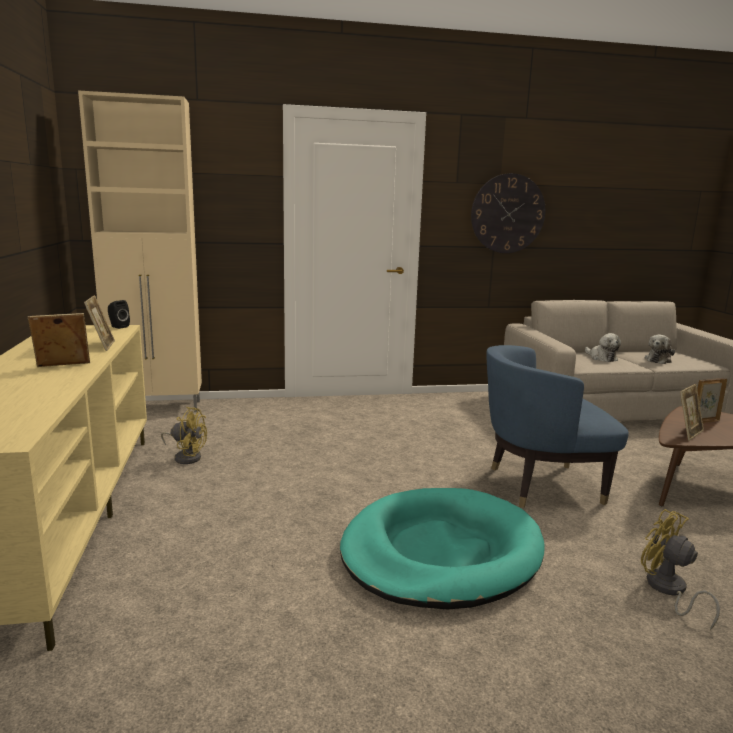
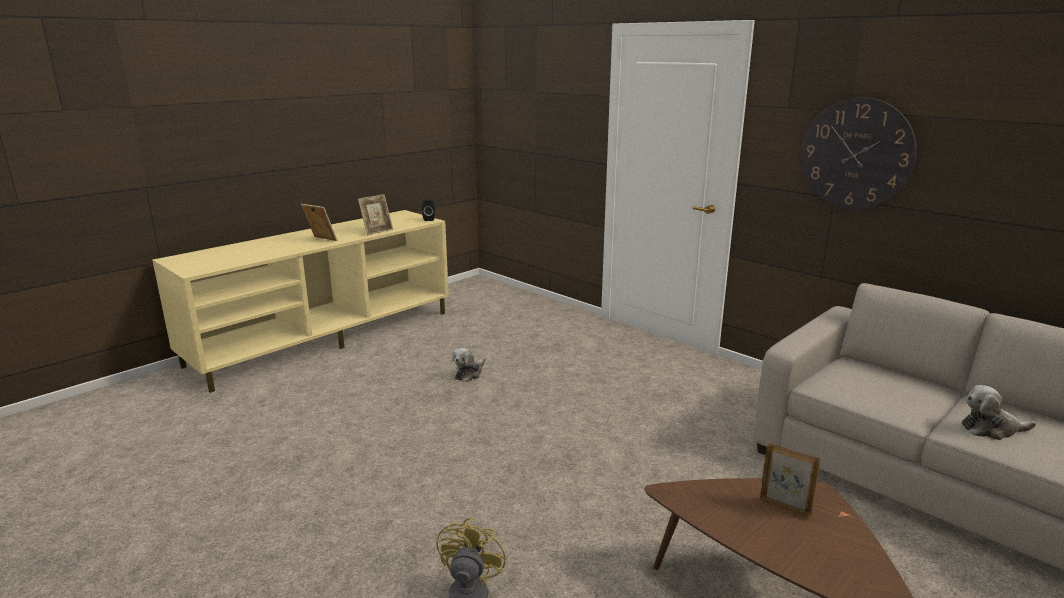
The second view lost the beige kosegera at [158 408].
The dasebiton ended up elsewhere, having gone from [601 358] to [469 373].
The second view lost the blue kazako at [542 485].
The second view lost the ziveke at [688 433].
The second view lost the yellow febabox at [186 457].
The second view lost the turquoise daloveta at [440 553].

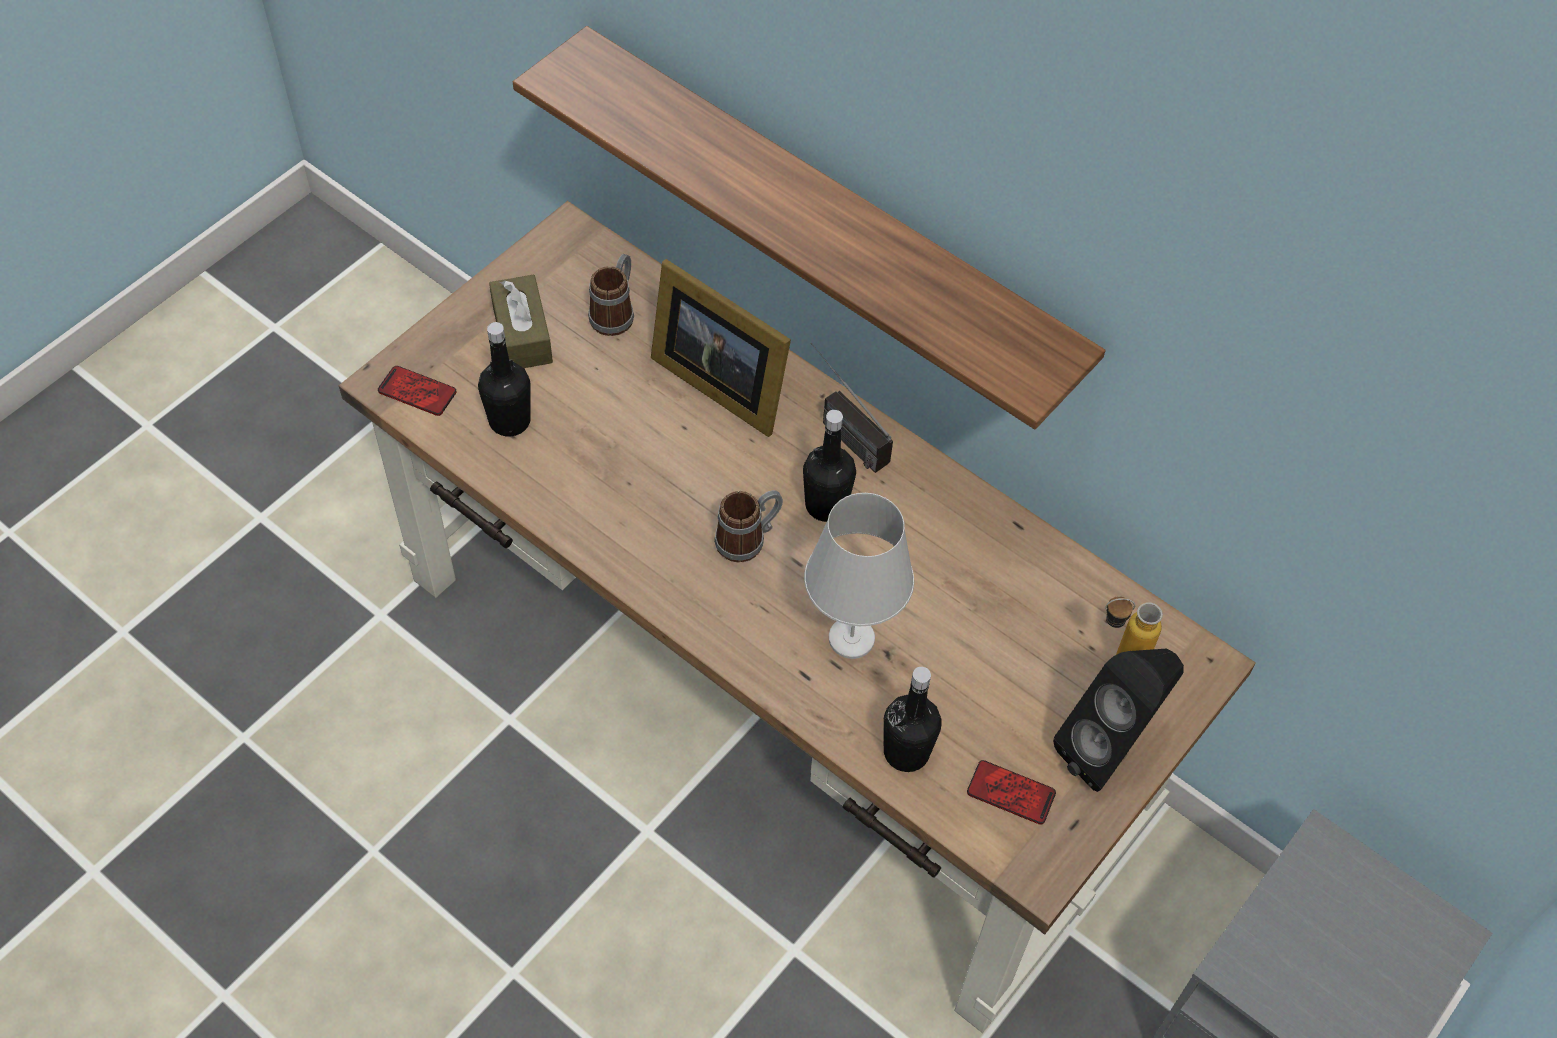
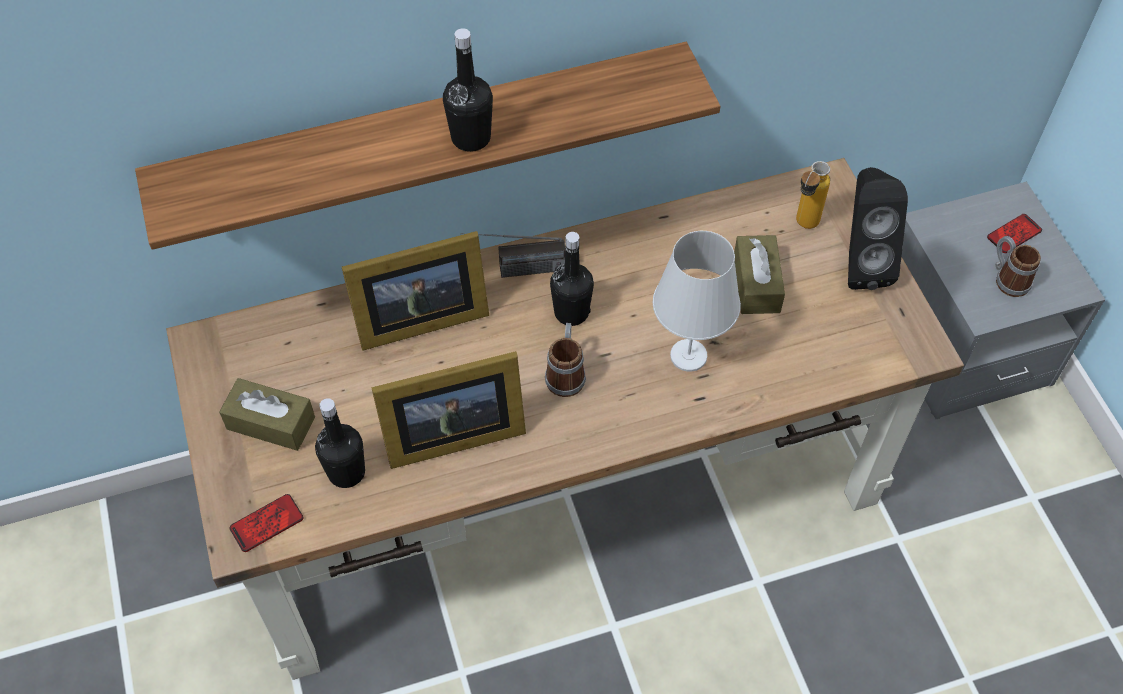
The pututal ended up elsewhere, having gone from [615 312] to [1007 278].
The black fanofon ended up elsewhere, having gone from [906 752] to [471 138].
The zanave ended up elsewhere, having gone from [1011 793] to [1014 234].
The second view gained the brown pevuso at [756 284].
The second view gained the ziveke at [449 435].

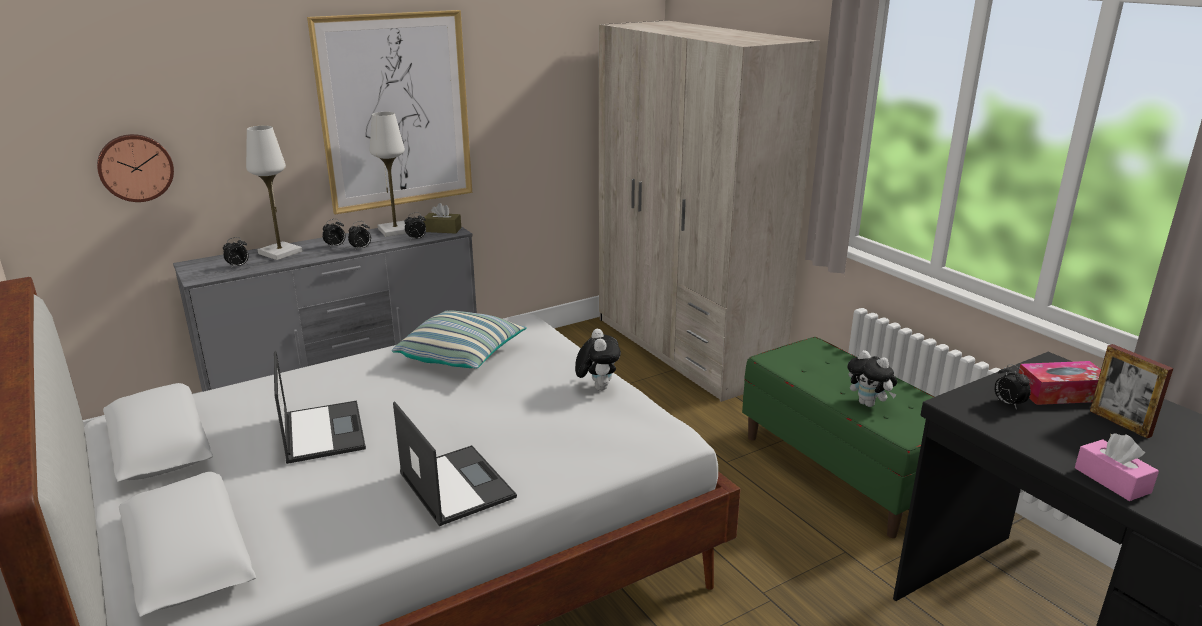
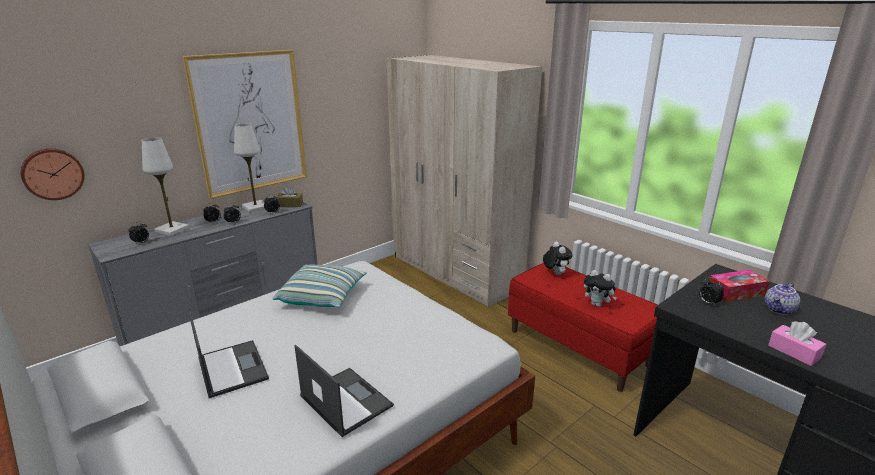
The dasebiton ended up elsewhere, having gone from [597 387] to [555 273].
What was the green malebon at [844 470] turned into the red malebon at [578 347].
Where the ziveke stood at [1120 423], the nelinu came to stand at [779 310].

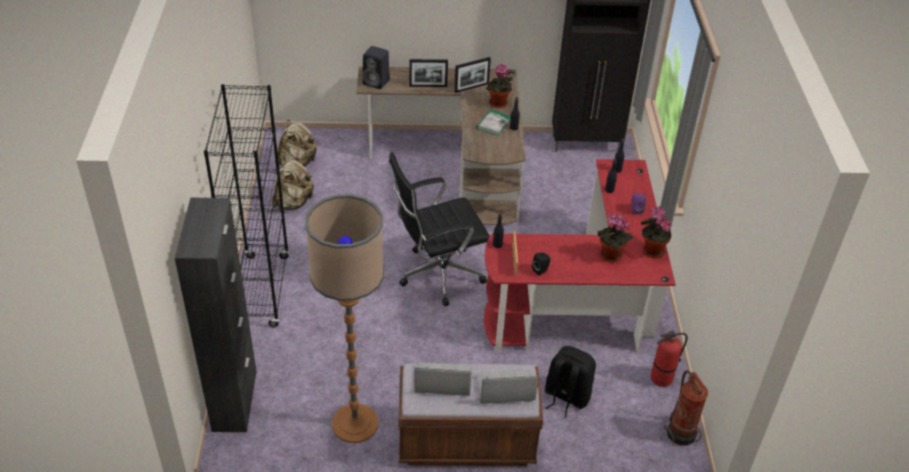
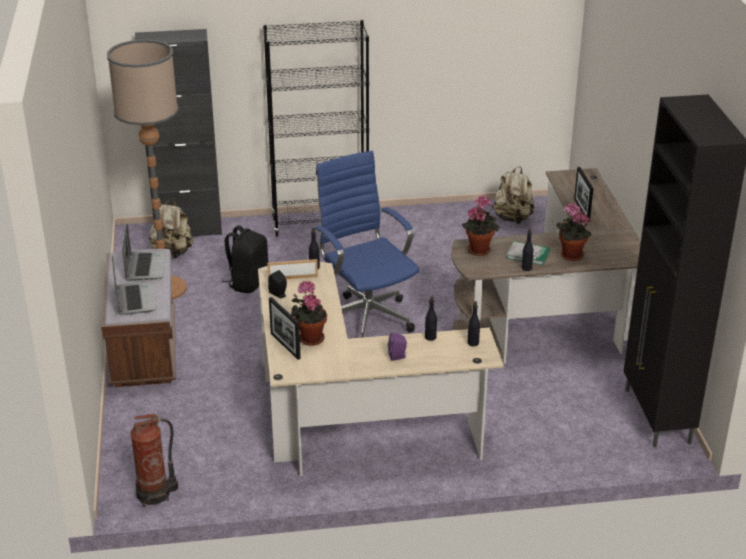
The second view lost the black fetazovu at [377 82].
The ziveke ended up elsewhere, having gone from [471 87] to [285 346].
What was the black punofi at [437 275] turned into the blue punofi at [366 317].
The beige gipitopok ended up elsewhere, having gone from [293 202] to [173 252].
What was the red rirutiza at [585 303] turned into the beige rirutiza at [345 420].
The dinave ended up elsewhere, having gone from [651 250] to [479 249].
The second view lost the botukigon at [661 378].
The black gipitopok ended up elsewhere, having gone from [566 396] to [248 283].

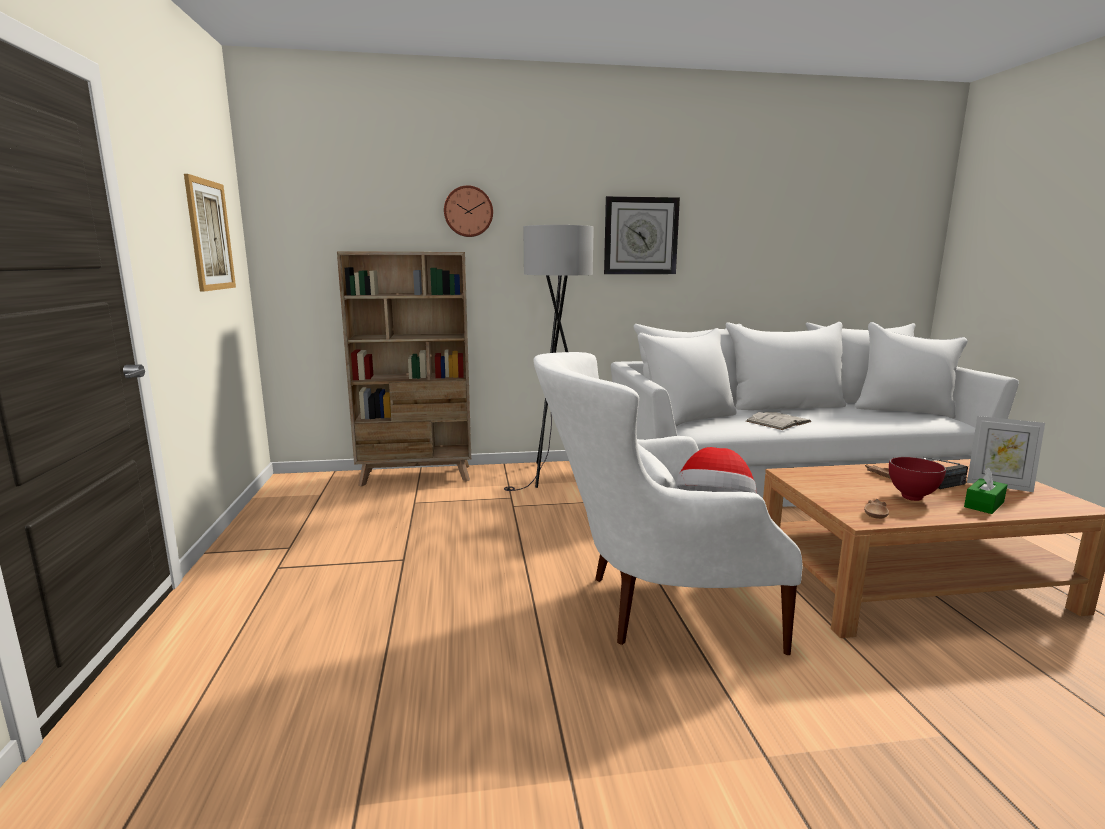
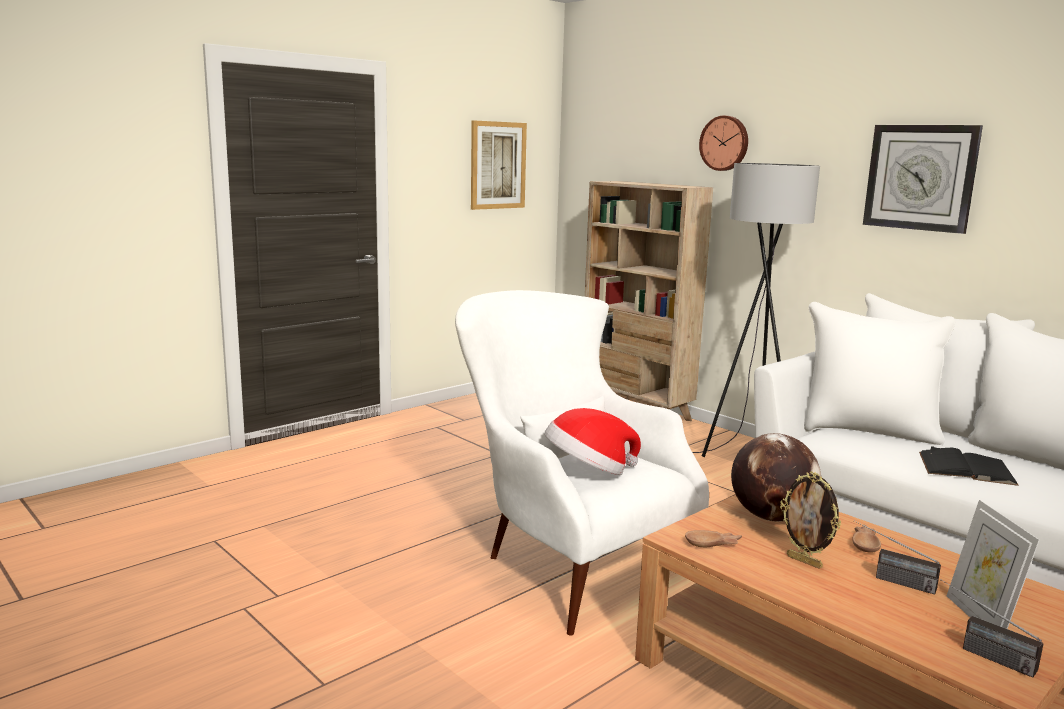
What was the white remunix at [778 421] turned into the black remunix at [966 468].
Where the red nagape stood at [912 497], the ziveke came to stand at [805 561].
The second view lost the green pevuso at [984 504].
The second view gained the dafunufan at [771 517].
The second view gained the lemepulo at [980 652].

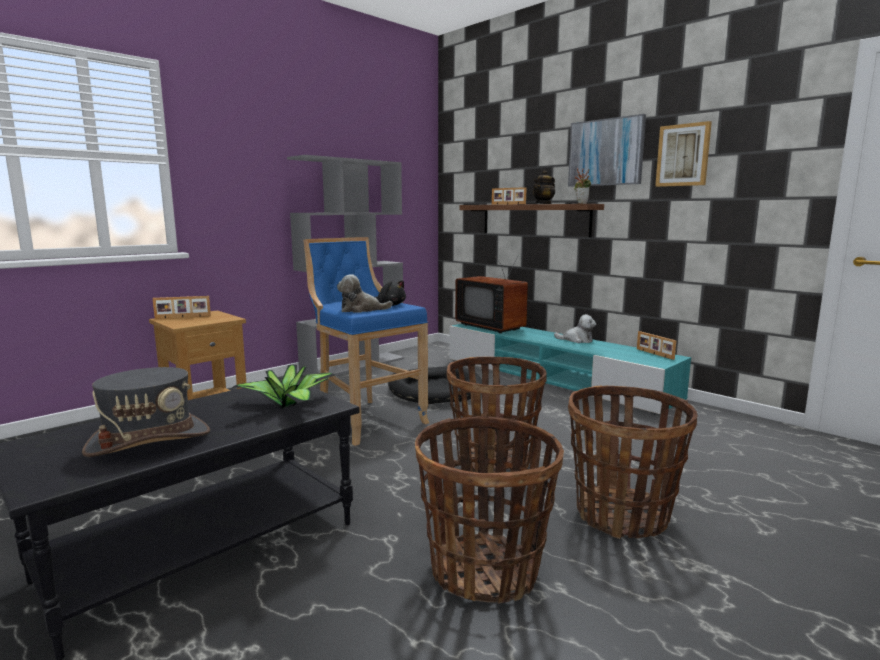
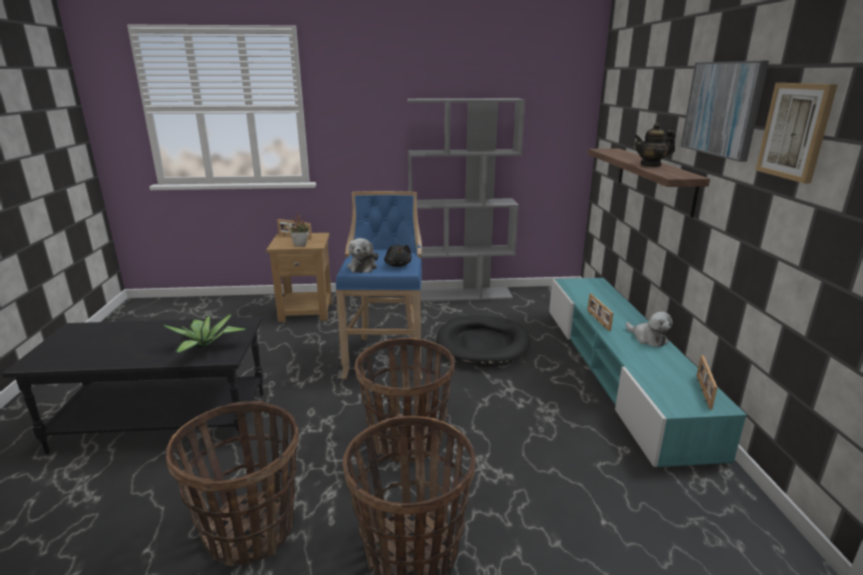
The dinave ended up elsewhere, having gone from [581 203] to [301 245].
The ziveke ended up elsewhere, having gone from [508 204] to [597 320].
The second view lost the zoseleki at [493 326].
The dasebiton at [361 310] ended up facing another way, 120 degrees counterclockwise from before.
The second view lost the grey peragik at [149 440].

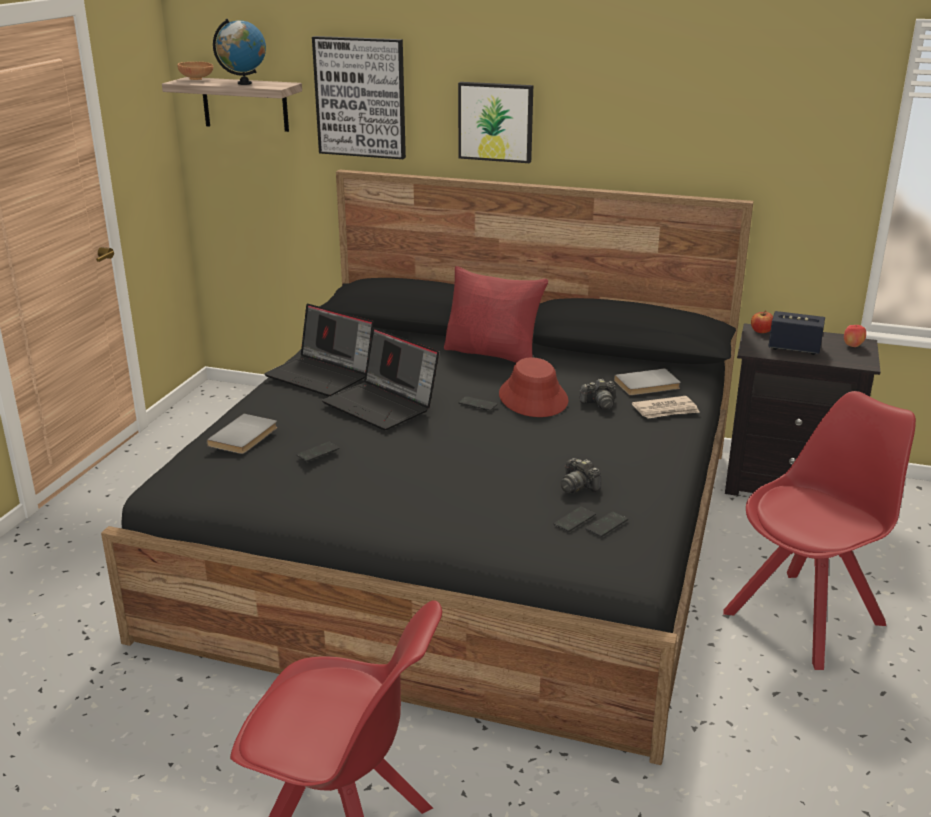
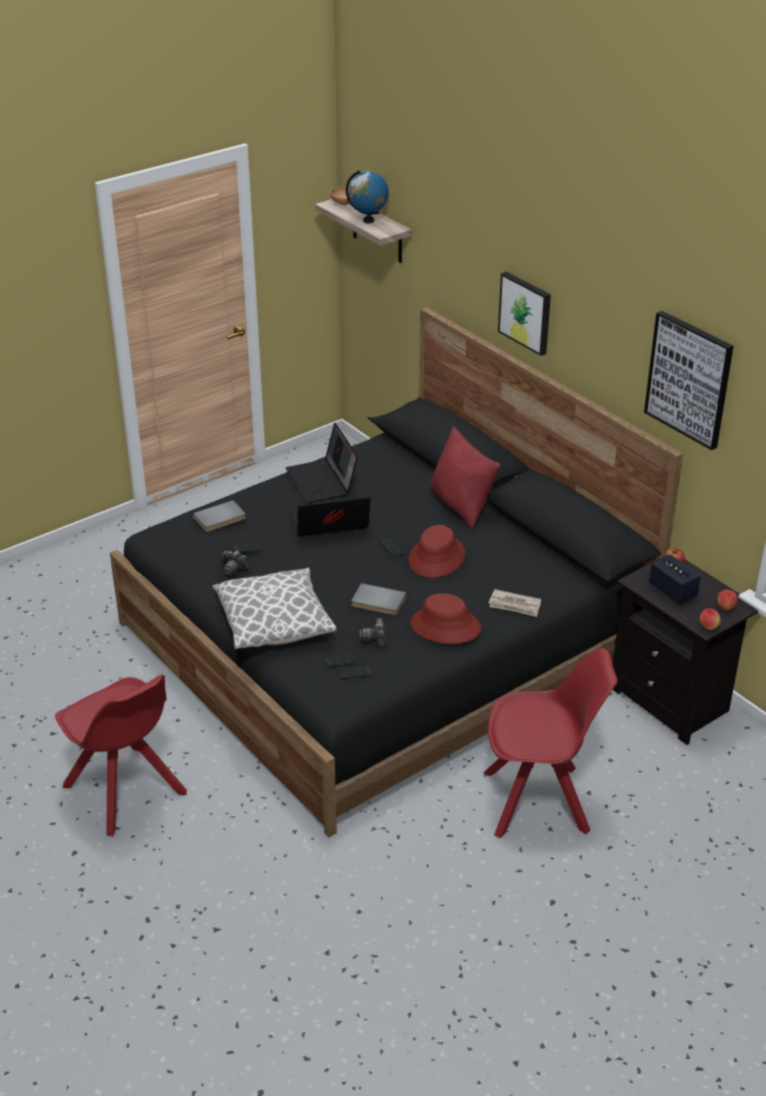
The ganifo ended up elsewhere, having gone from [360 97] to [689 379].
The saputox at [382 405] ended up facing another way, 90 degrees clockwise from before.
The grey remunix ended up elsewhere, having gone from [648 385] to [378 602].
The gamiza ended up elsewhere, having gone from [599 404] to [233 569].
The second view gained the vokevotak at [274 624].
The second view gained the red peragik at [445 626].
The second view gained the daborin at [708 627].

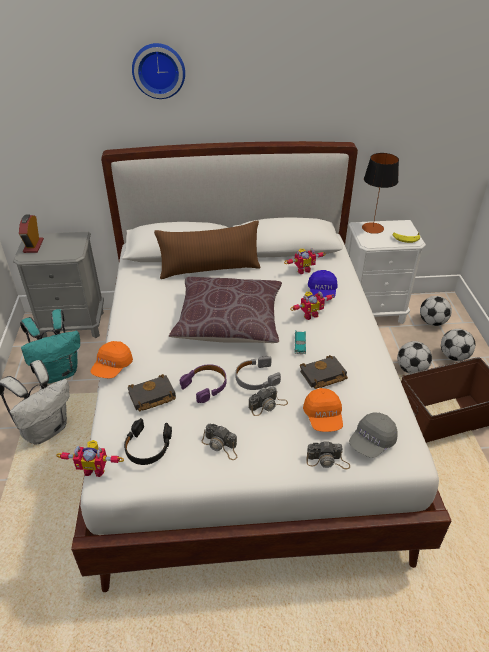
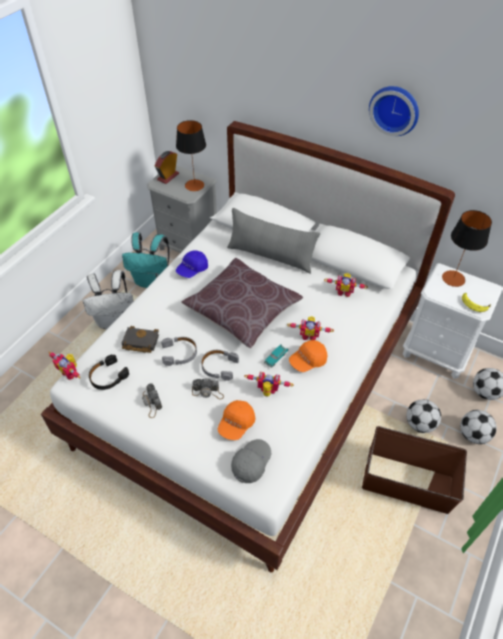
The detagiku ended up elsewhere, having gone from [158 70] to [395 109].
What was the brown vokevotak at [210 269] turned into the grey vokevotak at [271 256].
The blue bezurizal ended up elsewhere, having gone from [322 292] to [192 269].
The orange bezurizal ended up elsewhere, having gone from [112 367] to [308 361].
Where the black remunix stood at [322 376], the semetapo came to stand at [267 392].
What was the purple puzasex at [206 386] turned into the grey puzasex at [179 353].
The grey bezurizal at [371 442] ended up facing another way, 135 degrees clockwise from before.
The second view lost the gamiza at [327 461].
The second view gained the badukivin at [194 185].

